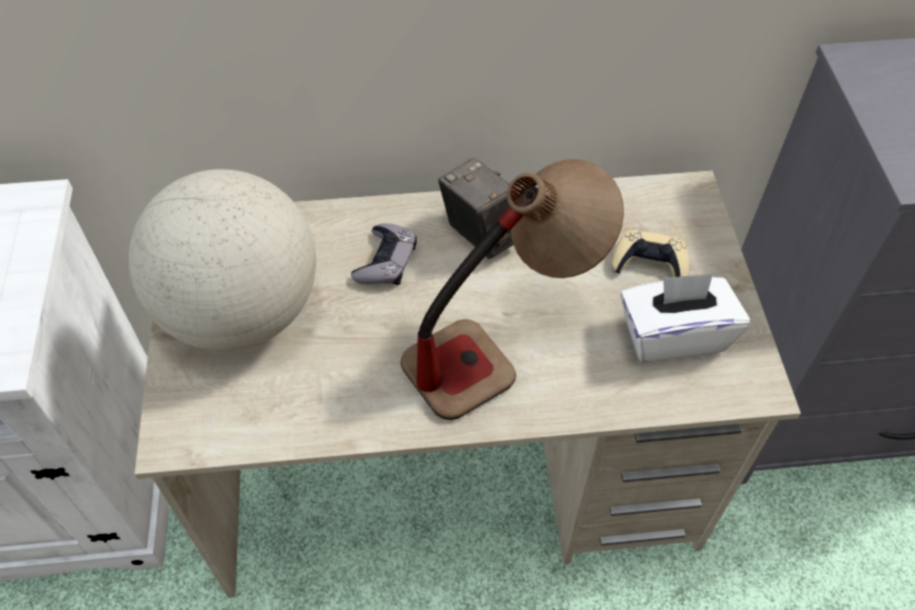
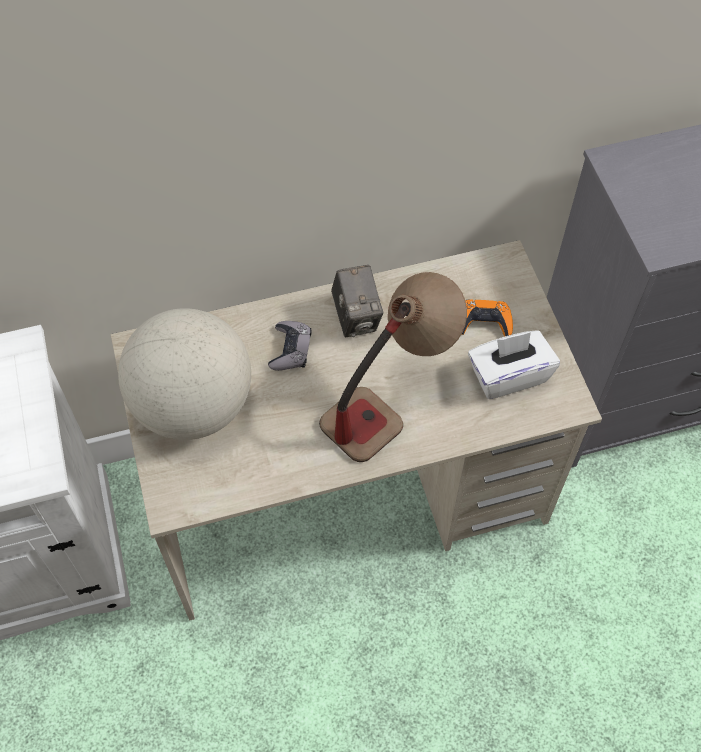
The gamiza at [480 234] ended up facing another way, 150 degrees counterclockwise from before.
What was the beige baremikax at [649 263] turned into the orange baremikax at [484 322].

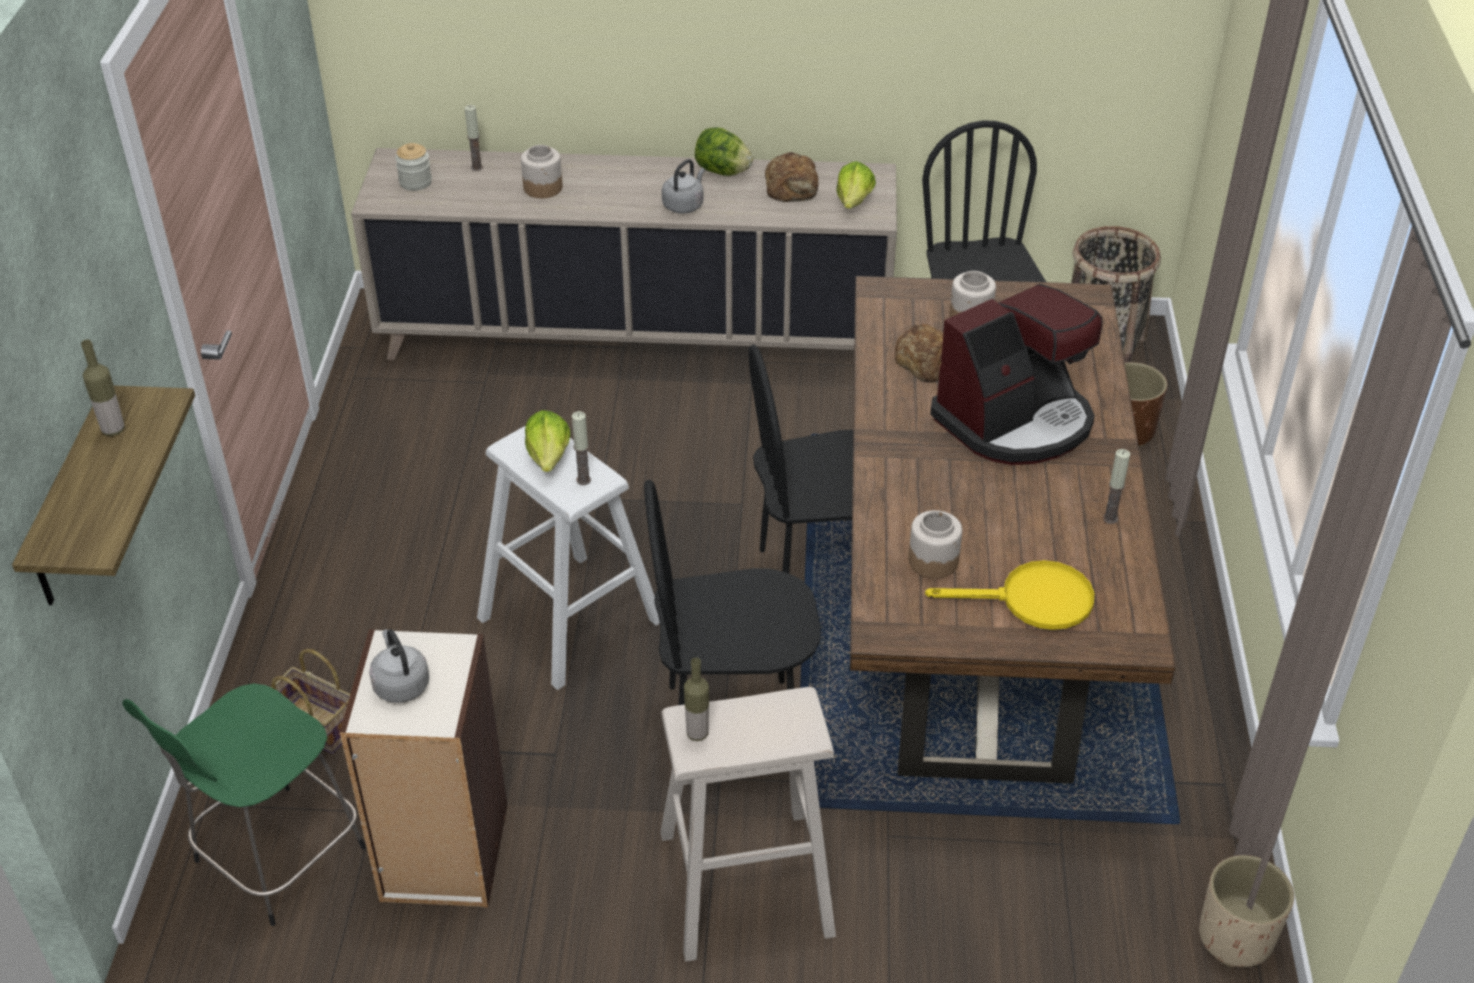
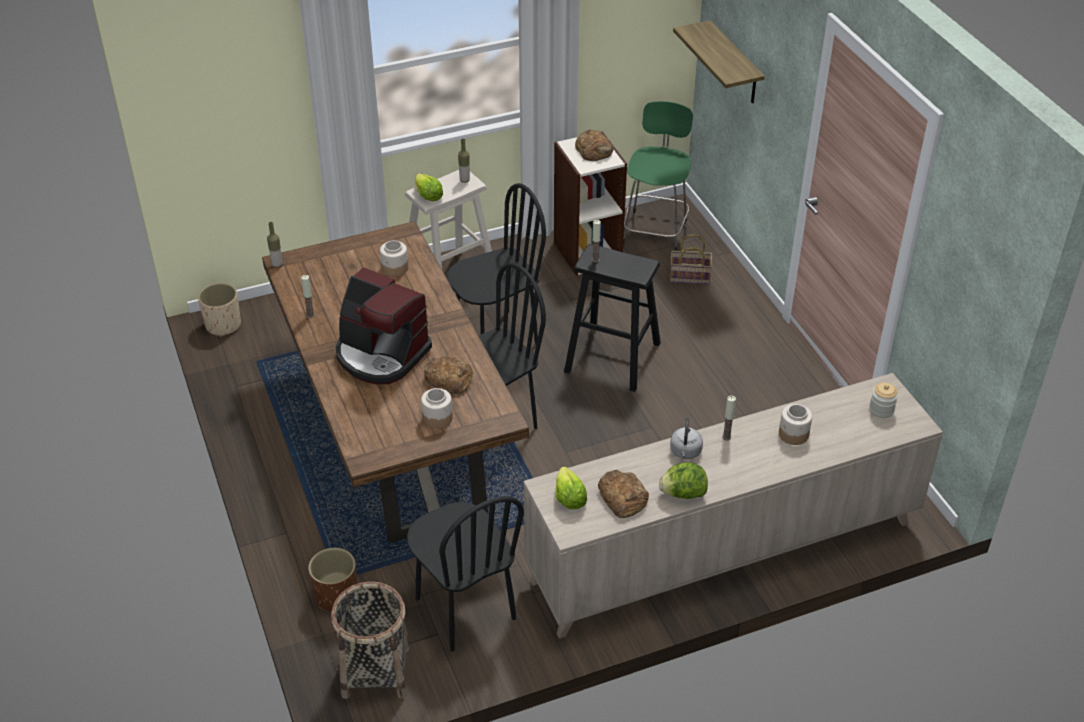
The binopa ended up elsewhere, having gone from [477 167] to [726 437].
The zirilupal at [1015 421] ended up facing another way, 90 degrees counterclockwise from before.
The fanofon ended up elsewhere, having gone from [113 430] to [277 265].
The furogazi ended up elsewhere, having gone from [549 456] to [428 195].
What was the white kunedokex at [569 619] turned into the black kunedokex at [613 357].
The second view lost the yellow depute at [1033 601].
Where the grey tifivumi stood at [400 684], the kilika came to stand at [594 150].

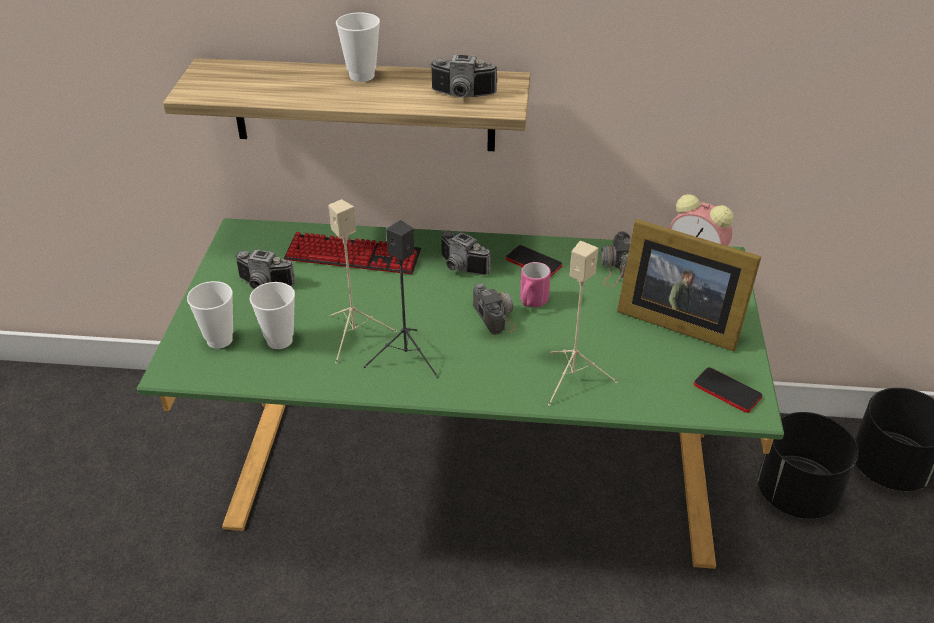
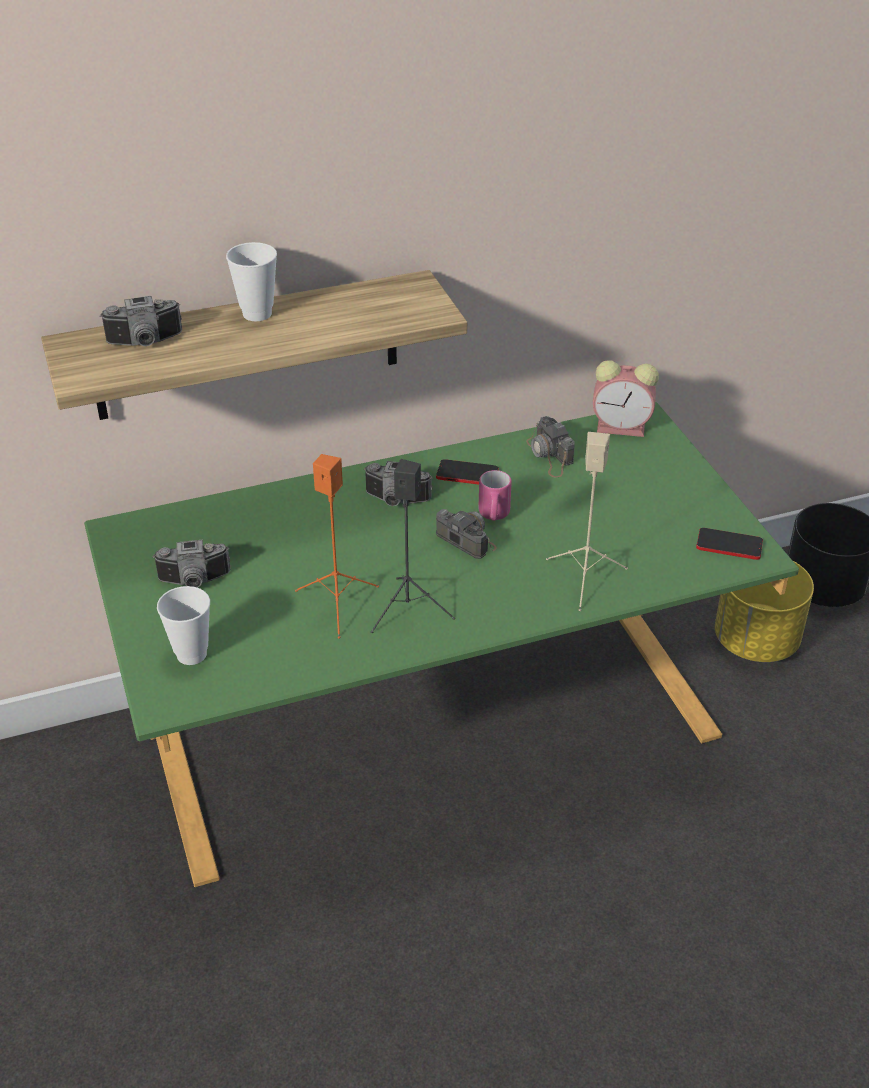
The gamiza ended up elsewhere, having gone from [462 96] to [145 343].
What was the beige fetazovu at [355 336] turned into the orange fetazovu at [338 603].
The second view lost the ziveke at [676 319].
The second view lost the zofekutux at [353 256].
The second view lost the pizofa at [279 340].
What was the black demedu at [795 494] turned into the yellow demedu at [754 641].

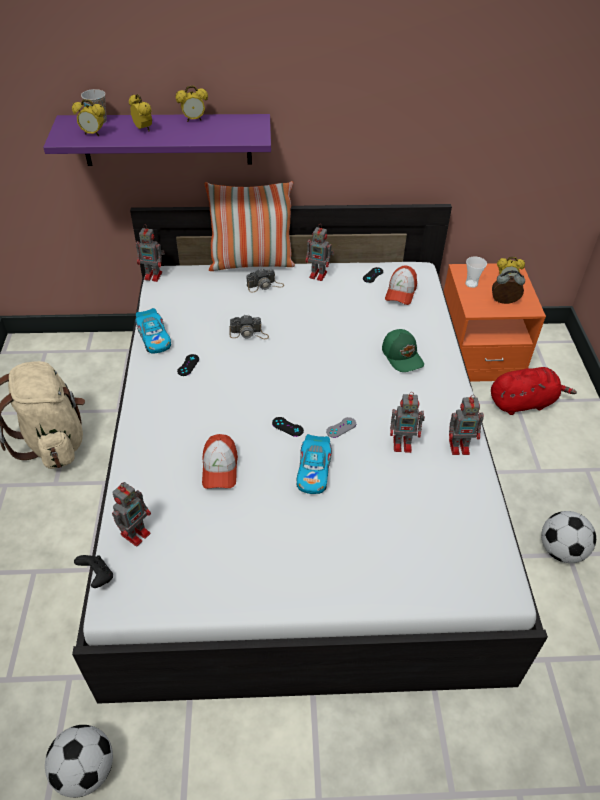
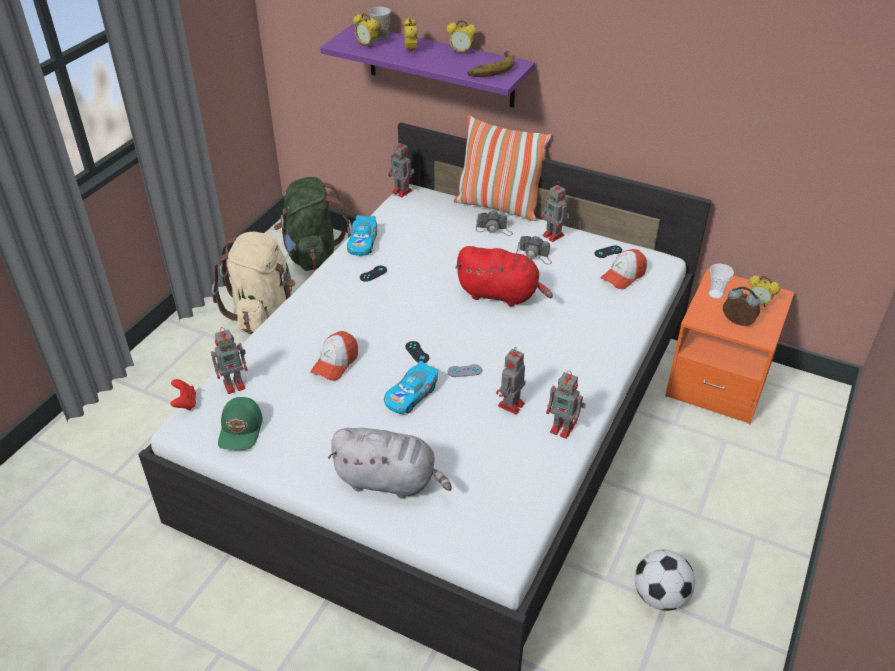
The gamiza ended up elsewhere, having gone from [249 333] to [535 255].
The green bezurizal ended up elsewhere, having gone from [402 356] to [241 430].
The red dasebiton ended up elsewhere, having gone from [523 402] to [501 294].
The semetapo at [403 444] ended up facing another way, 90 degrees clockwise from before.
What was the black baremikax at [97 576] turned into the red baremikax at [185 403].
The second view lost the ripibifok at [85 770].
The second view gained the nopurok at [489 68].
The second view gained the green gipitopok at [313 255].
The second view gained the grey dasebiton at [389 481].

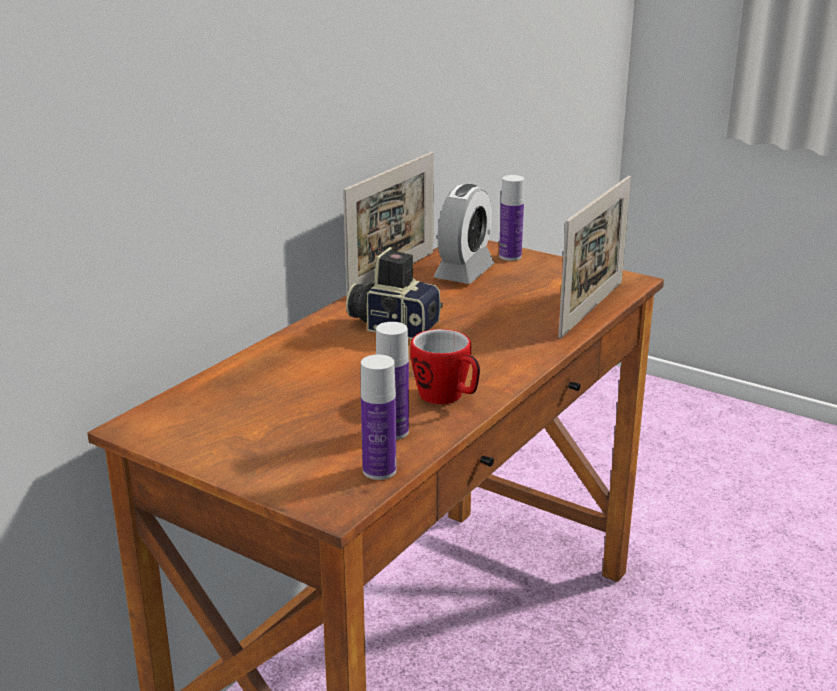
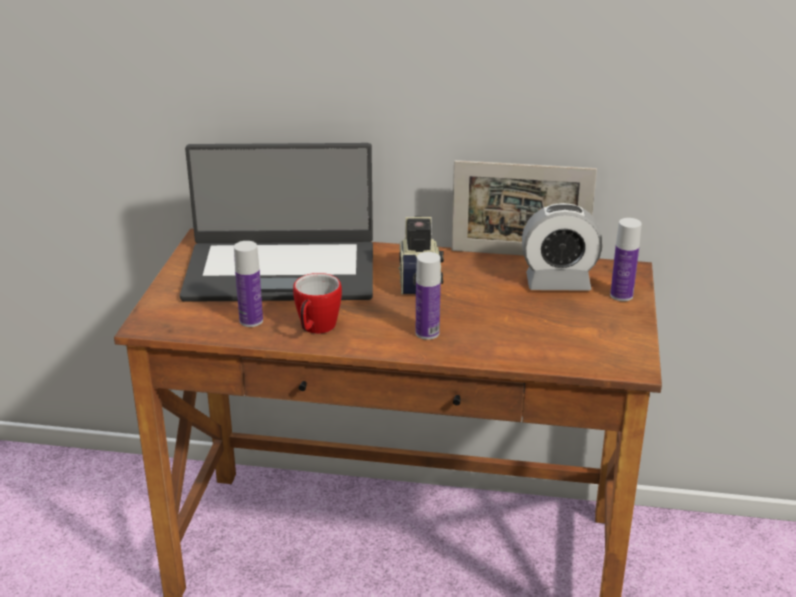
The second view lost the ziveke at [591 308].
The fanofon ended up elsewhere, having gone from [379 470] to [427 333].
The second view gained the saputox at [281 271].

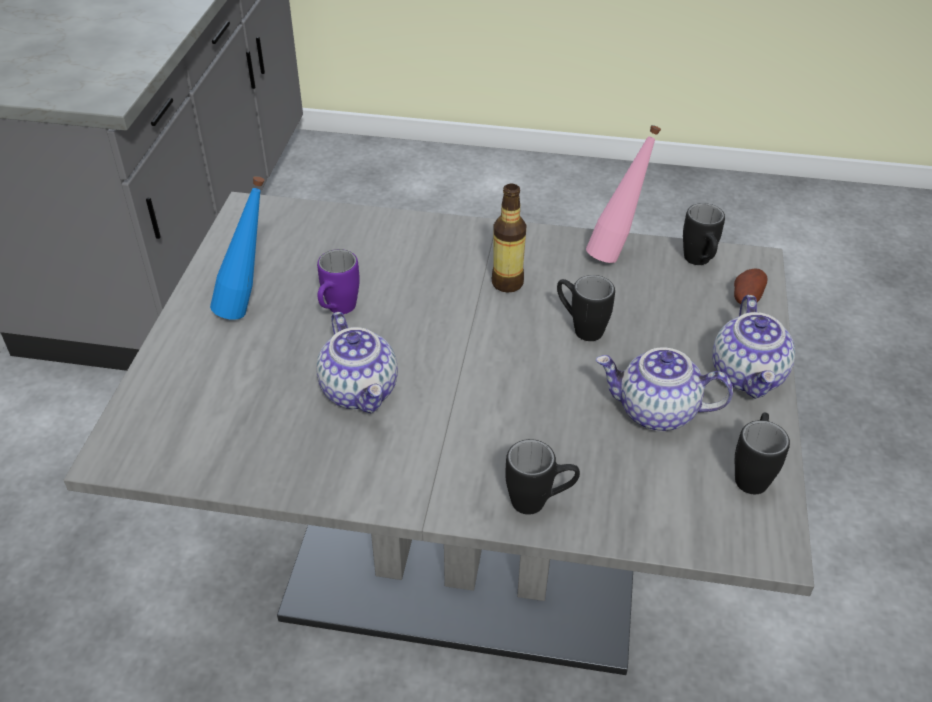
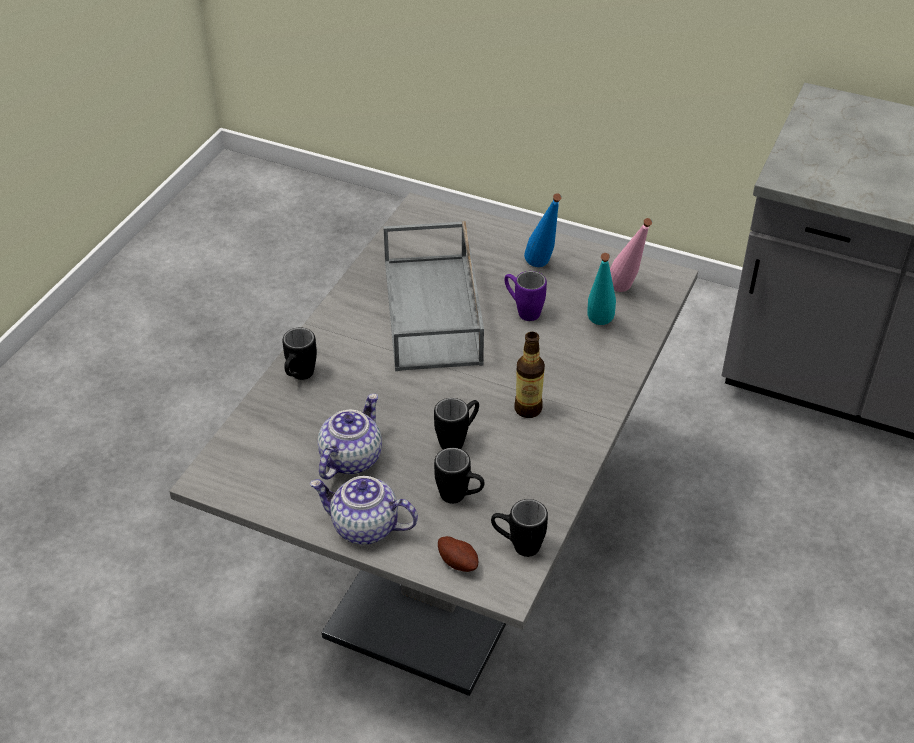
The pink fanofon ended up elsewhere, having gone from [615 252] to [625 293].
Where the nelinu stood at [360 391], the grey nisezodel came to stand at [434 312].
The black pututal ended up elsewhere, having gone from [752 473] to [460 497].
The second view gained the turquoise fanofon at [599 327].

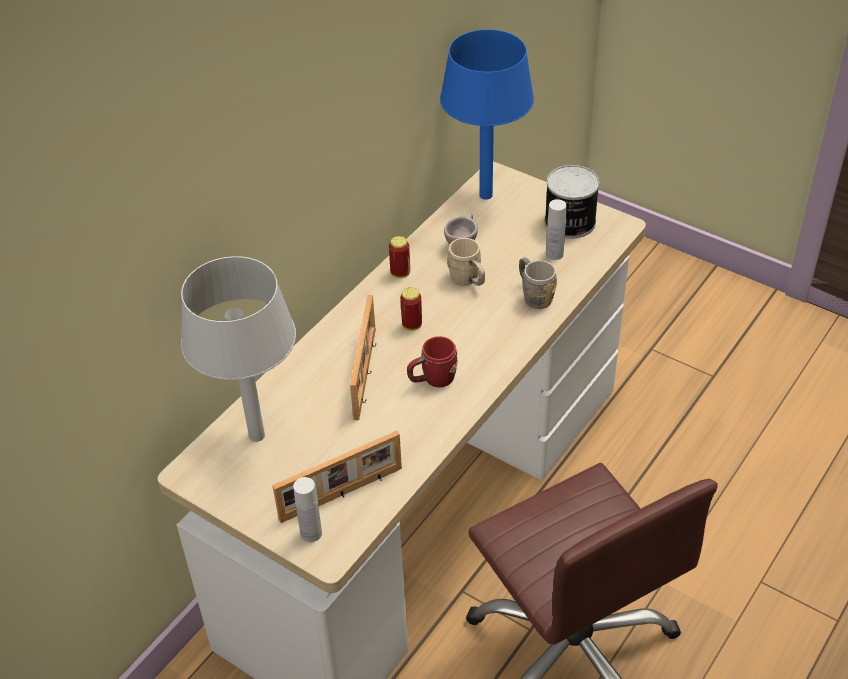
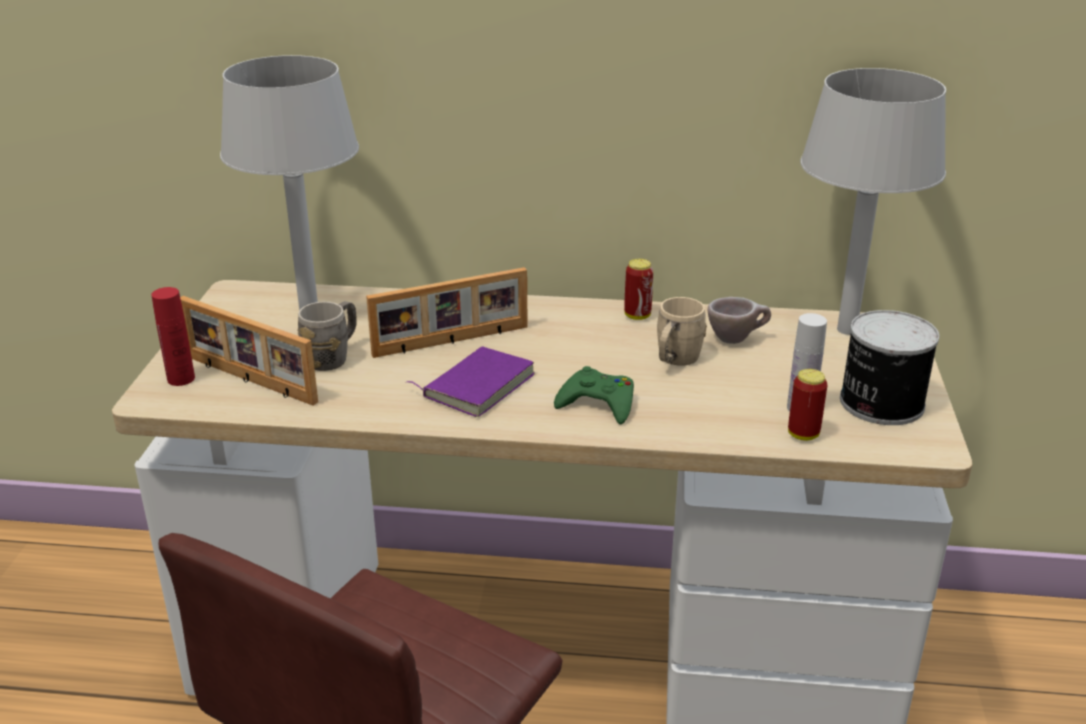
What was the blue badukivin at [486 195] turned into the grey badukivin at [846 330].
The grey pututal ended up elsewhere, having gone from [534 295] to [333 357].
The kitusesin ended up elsewhere, having gone from [412 325] to [803 434].
Where the red pututal stood at [432 380], the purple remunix came to stand at [476 385].
What was the white fanofon at [311 533] turned into the red fanofon at [181 379].
The second view gained the green baremikax at [598 403].

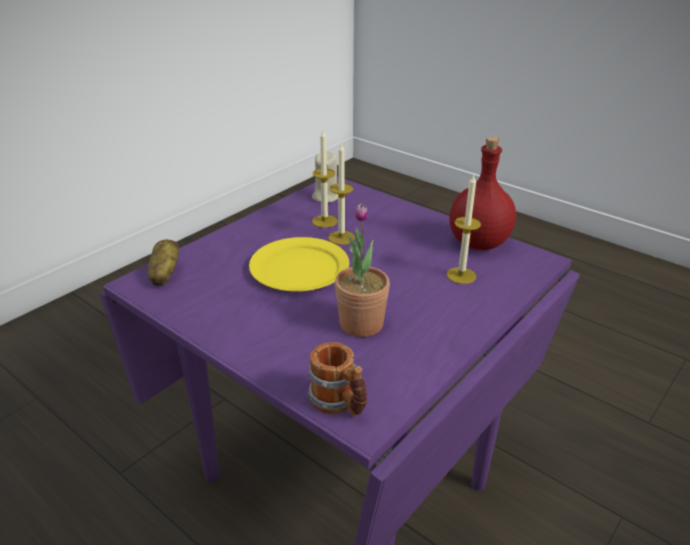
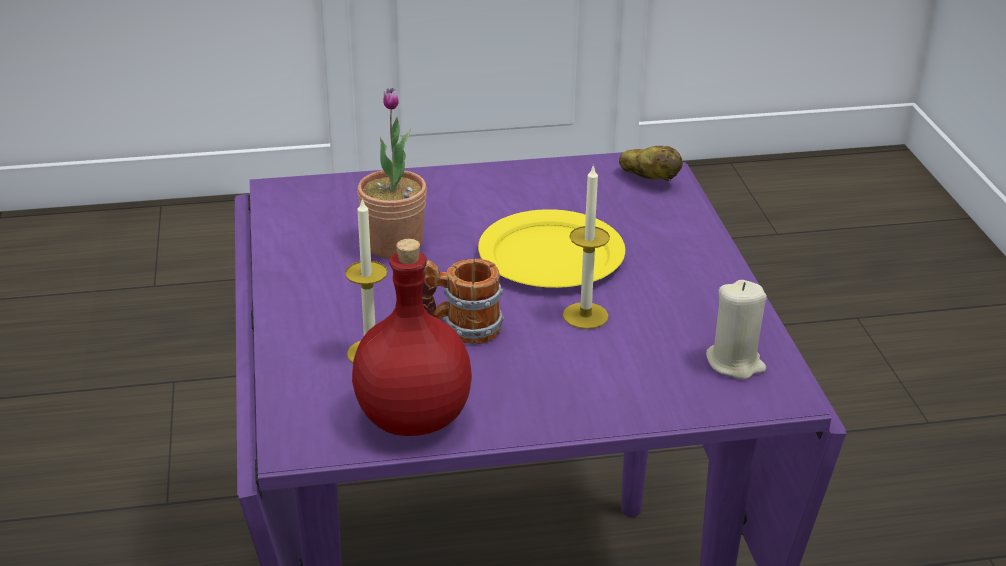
The second view lost the binopa at [324 221].
The pututal ended up elsewhere, having gone from [339 403] to [460 328].

